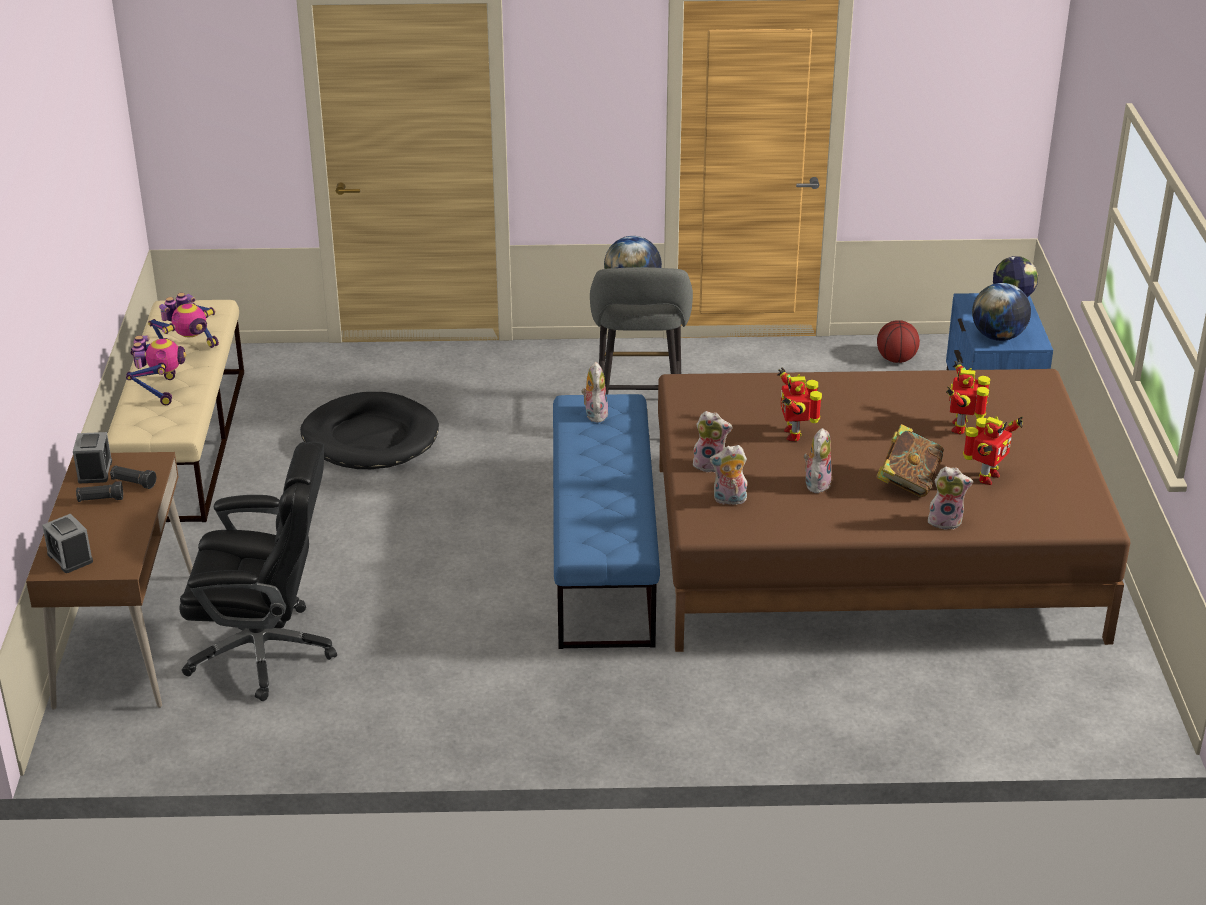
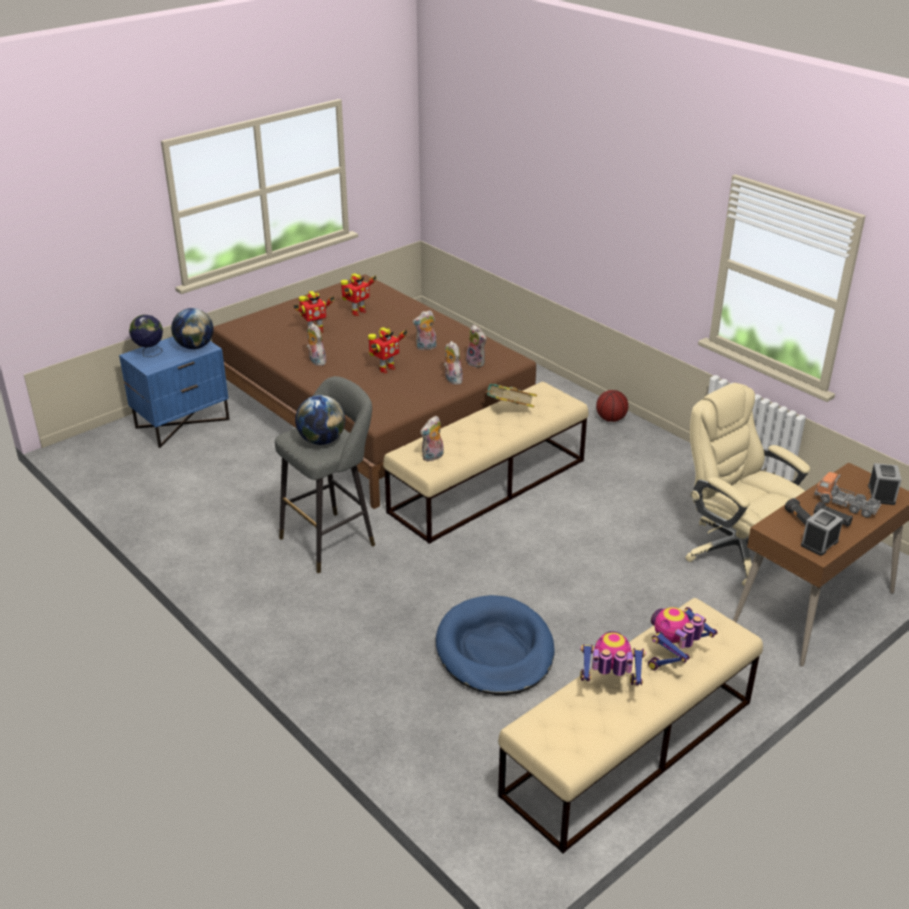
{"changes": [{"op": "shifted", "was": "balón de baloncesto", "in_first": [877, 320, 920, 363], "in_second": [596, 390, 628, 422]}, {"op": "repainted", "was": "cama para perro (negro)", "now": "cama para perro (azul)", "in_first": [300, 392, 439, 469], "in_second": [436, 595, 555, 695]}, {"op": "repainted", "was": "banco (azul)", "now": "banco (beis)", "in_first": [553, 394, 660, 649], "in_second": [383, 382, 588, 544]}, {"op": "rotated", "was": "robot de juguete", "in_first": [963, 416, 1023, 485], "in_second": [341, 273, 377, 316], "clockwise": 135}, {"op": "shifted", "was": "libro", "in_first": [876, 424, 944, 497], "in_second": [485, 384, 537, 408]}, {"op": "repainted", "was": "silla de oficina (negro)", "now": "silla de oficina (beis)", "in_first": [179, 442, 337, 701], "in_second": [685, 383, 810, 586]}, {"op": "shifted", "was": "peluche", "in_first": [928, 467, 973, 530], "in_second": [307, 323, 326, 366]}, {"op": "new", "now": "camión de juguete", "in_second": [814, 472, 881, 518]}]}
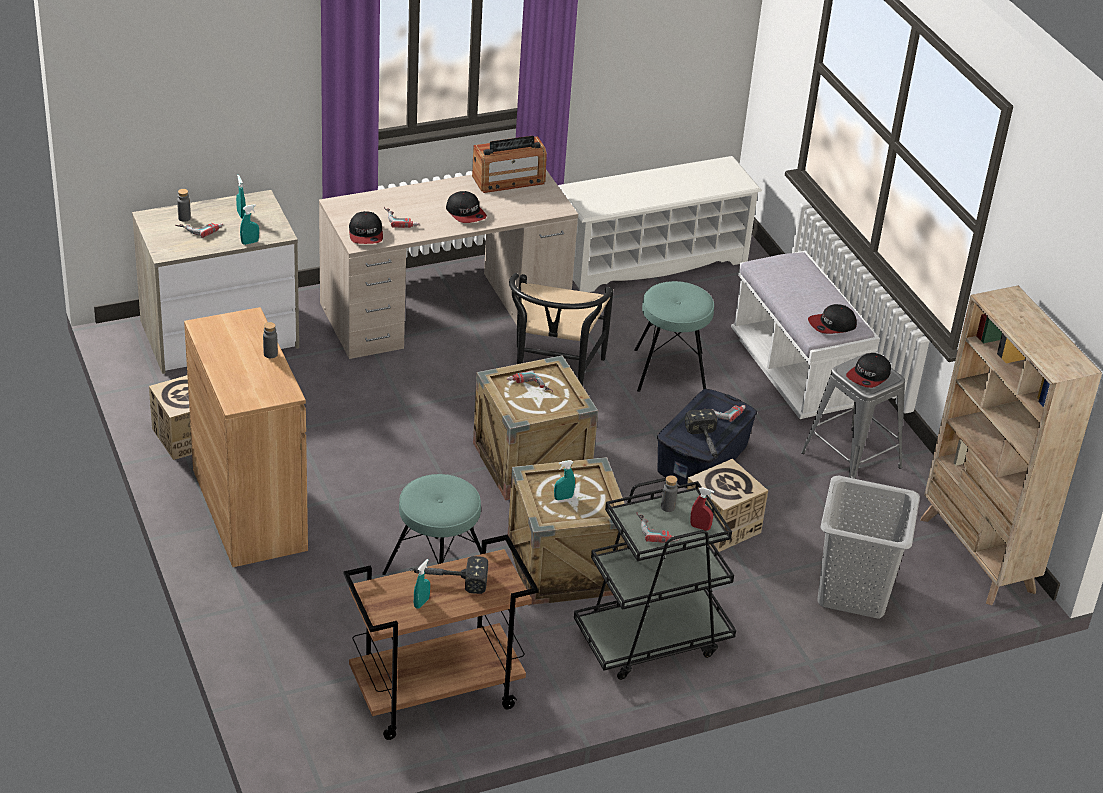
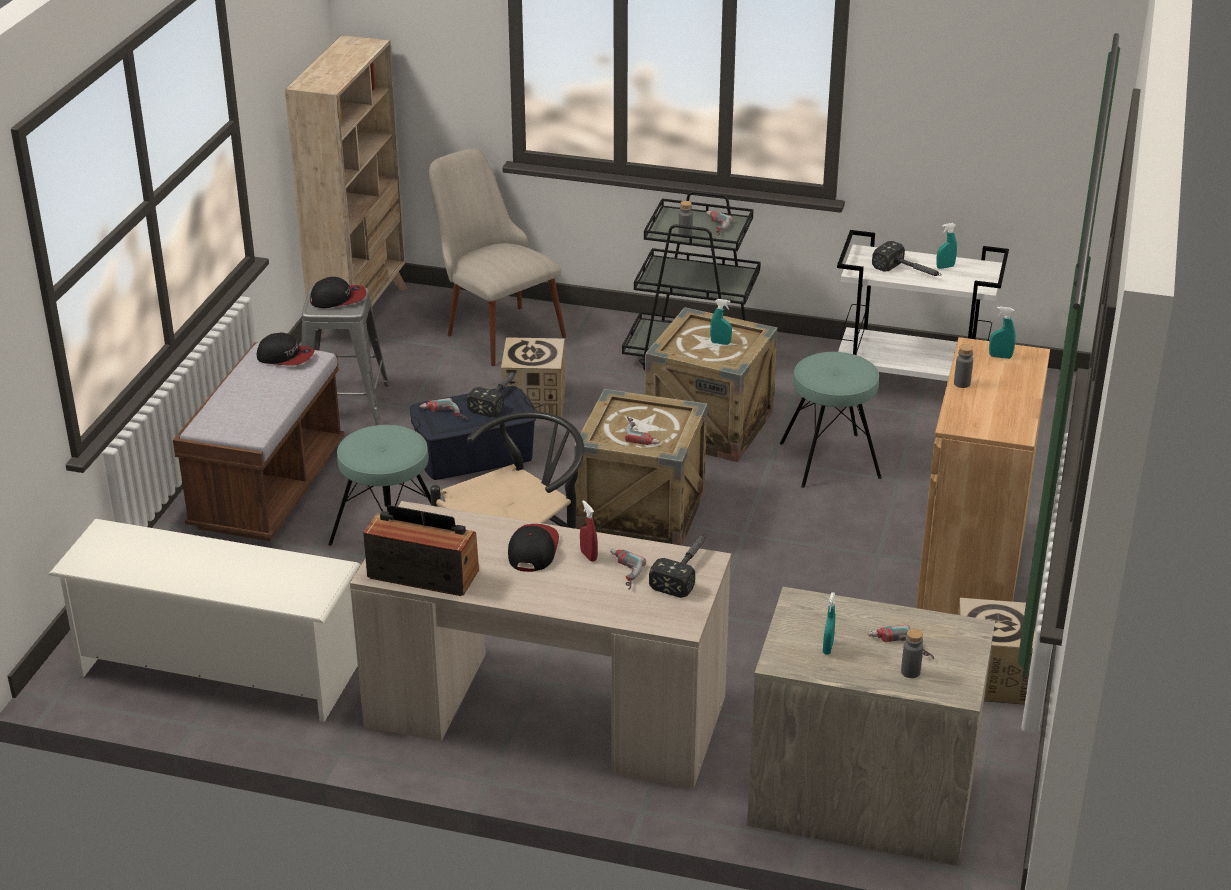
{"changes": [{"op": "shifted", "was": "pulverizador (turquesa)", "in_first": [240, 204, 259, 245], "in_second": [989, 307, 1016, 359]}, {"op": "swapped", "was": "gorra", "now": "martillo", "in_first": [349, 211, 383, 244], "in_second": [649, 535, 707, 598]}, {"op": "repainted", "was": "banco (blanco)", "now": "banco (marrón)", "in_first": [731, 251, 880, 419], "in_second": [173, 342, 345, 541]}, {"op": "swapped", "was": "cesto de la ropa (gris)", "now": "silla (beis)", "in_first": [817, 475, 920, 619], "in_second": [429, 149, 566, 366]}, {"op": "shifted", "was": "pulverizador (rojo)", "in_first": [690, 487, 714, 531], "in_second": [580, 500, 598, 562]}, {"op": "repainted", "was": "carrito (marrón)", "now": "carrito (blanco)", "in_first": [344, 534, 539, 740], "in_second": [837, 230, 1009, 381]}]}
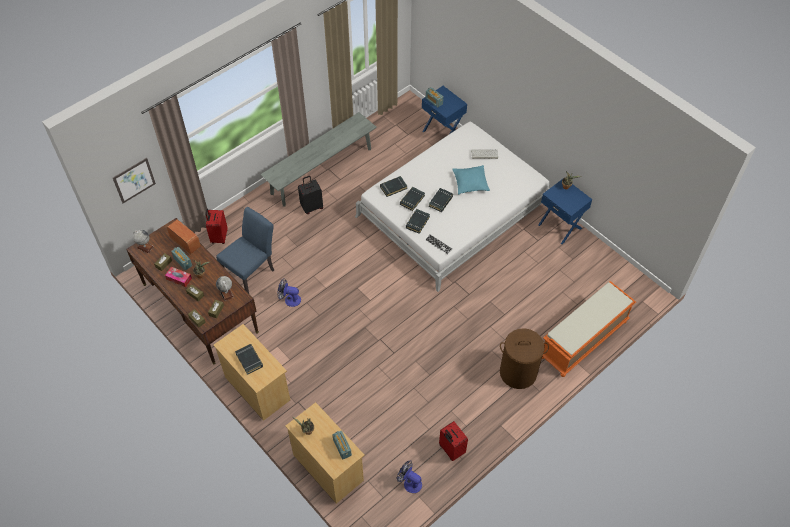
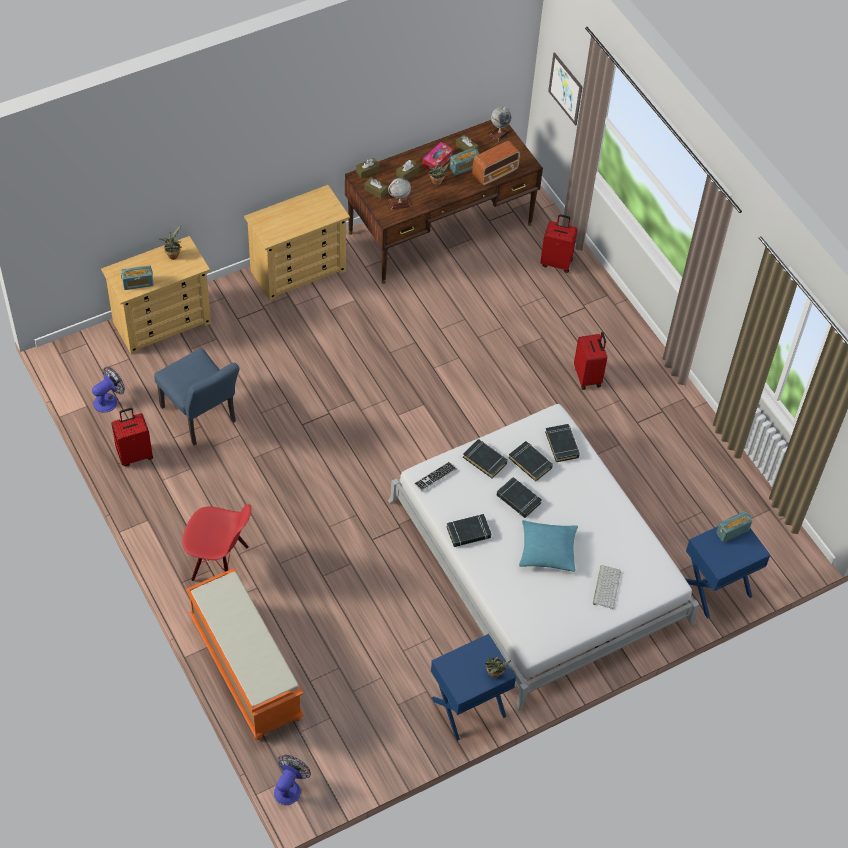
{"changes": [{"op": "gone", "was": "banco (gris)", "in_first": [260, 112, 377, 207]}, {"op": "repainted", "was": "maleta (negro)", "now": "maleta (rojo)", "in_first": [298, 176, 323, 214], "in_second": [574, 332, 607, 390]}, {"op": "shifted", "was": "silla (azul)", "in_first": [216, 207, 274, 293], "in_second": [154, 348, 240, 445]}, {"op": "shifted", "was": "ventilador", "in_first": [278, 278, 301, 307], "in_second": [274, 755, 311, 805]}, {"op": "swapped", "was": "cesto de la ropa (marrón)", "now": "silla (rojo)", "in_first": [500, 328, 549, 389], "in_second": [182, 504, 251, 581]}, {"op": "shifted", "was": "libro (negro)", "in_first": [235, 344, 263, 375], "in_second": [446, 514, 491, 547]}]}
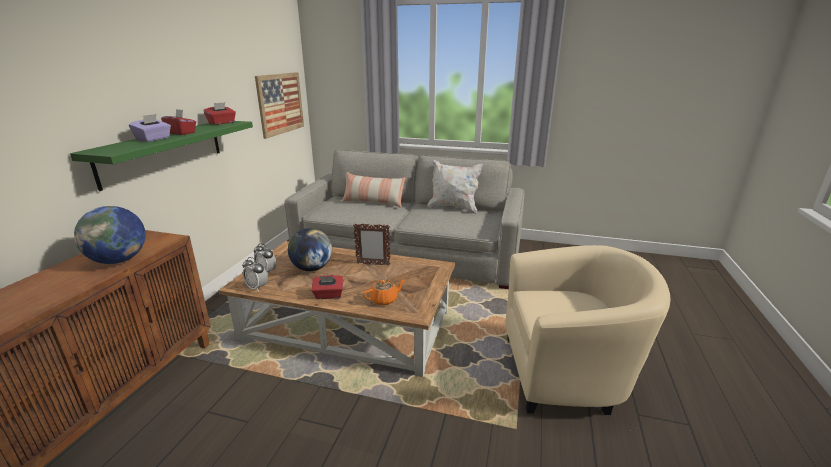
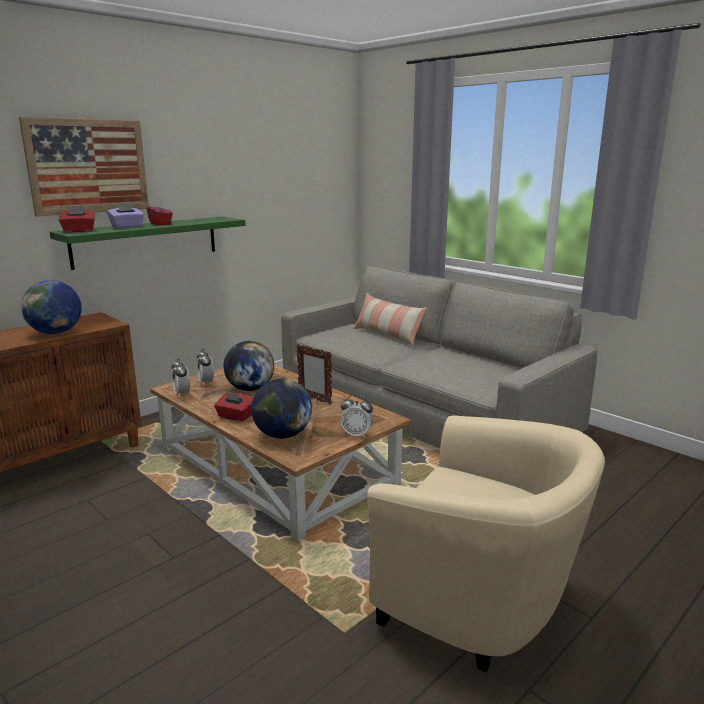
{"changes": [{"op": "shifted", "was": "cuadro", "in_first": [255, 72, 304, 139], "in_second": [19, 117, 149, 217]}, {"op": "shifted", "was": "caja de pañuelos (rojo)", "in_first": [204, 102, 236, 125], "in_second": [59, 206, 95, 233]}, {"op": "gone", "was": "cojín (blanco)", "in_first": [427, 160, 483, 214]}, {"op": "swapped", "was": "tetera (naranja)", "now": "globo terráqueo", "in_first": [363, 280, 405, 305], "in_second": [251, 378, 312, 439]}, {"op": "new", "now": "despertador", "in_second": [341, 395, 373, 438]}]}
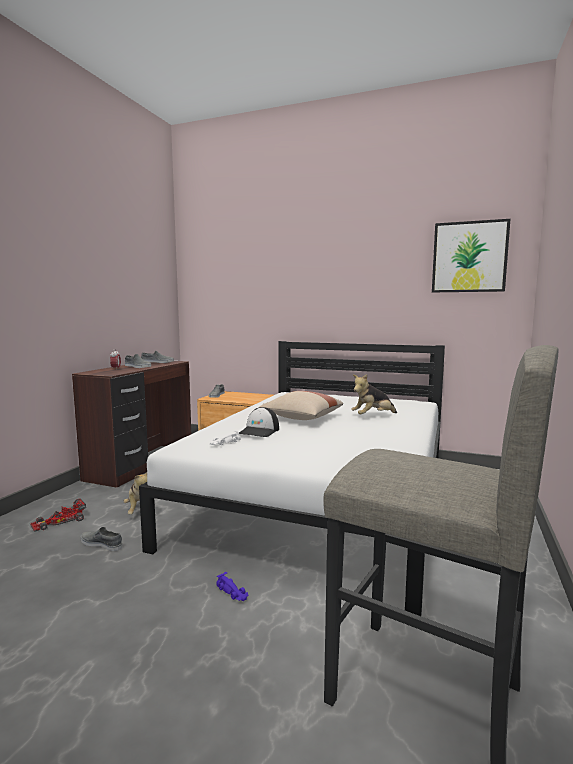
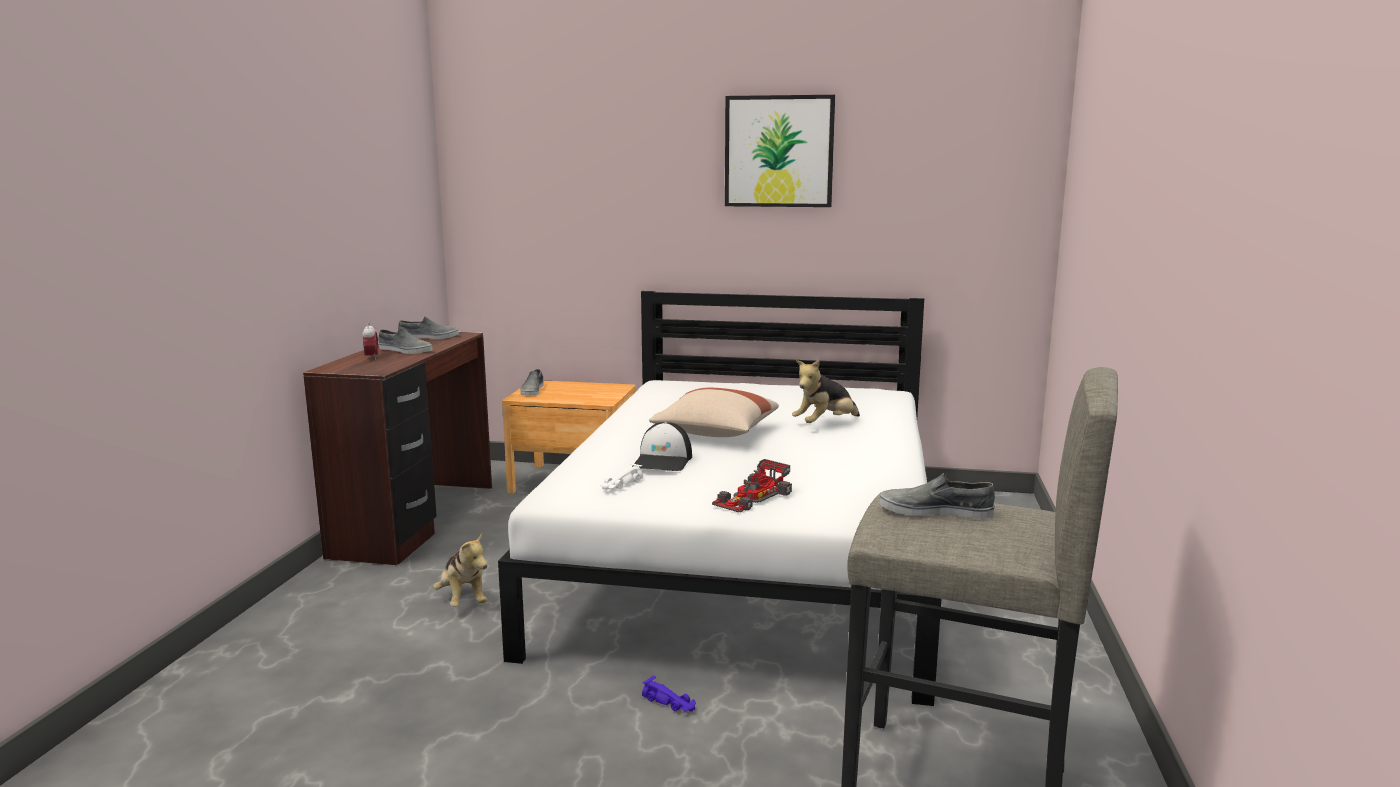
{"changes": [{"op": "shifted", "was": "cuadro", "in_first": [432, 219, 510, 292], "in_second": [725, 95, 835, 207]}, {"op": "shifted", "was": "coche de juguete", "in_first": [30, 498, 86, 532], "in_second": [712, 459, 792, 512]}, {"op": "shifted", "was": "zapato (gris)", "in_first": [81, 527, 122, 551], "in_second": [880, 473, 995, 519]}]}
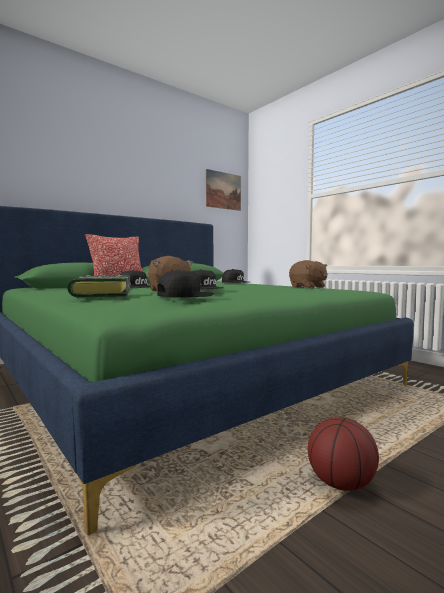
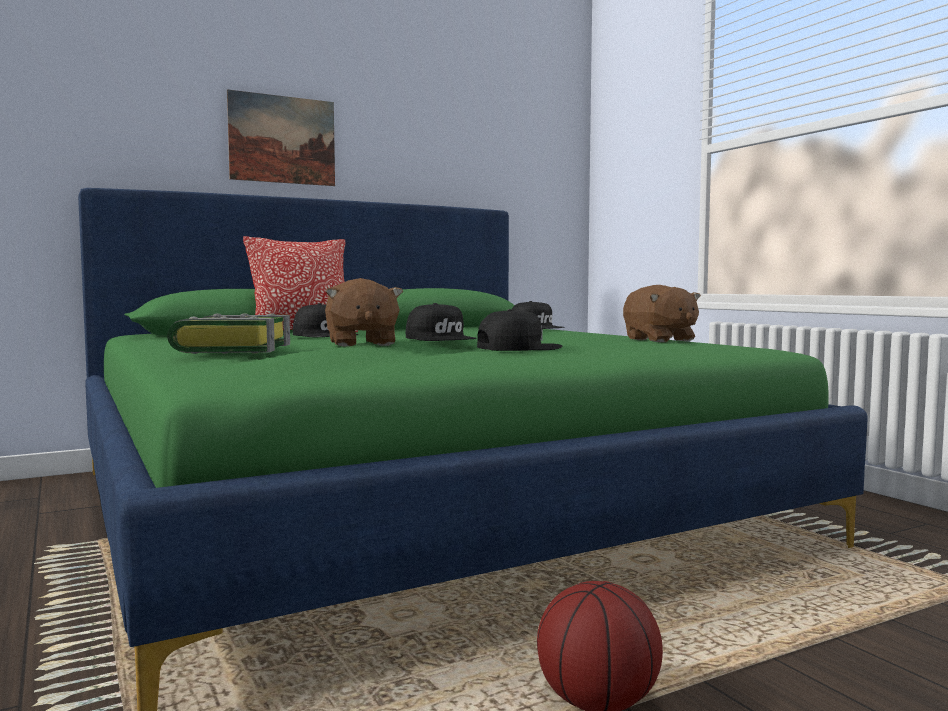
{"changes": [{"op": "shifted", "was": "cuadro", "in_first": [206, 169, 241, 211], "in_second": [227, 89, 335, 186]}, {"op": "shifted", "was": "gorra (negro)", "in_first": [157, 269, 214, 298], "in_second": [477, 309, 563, 351]}]}
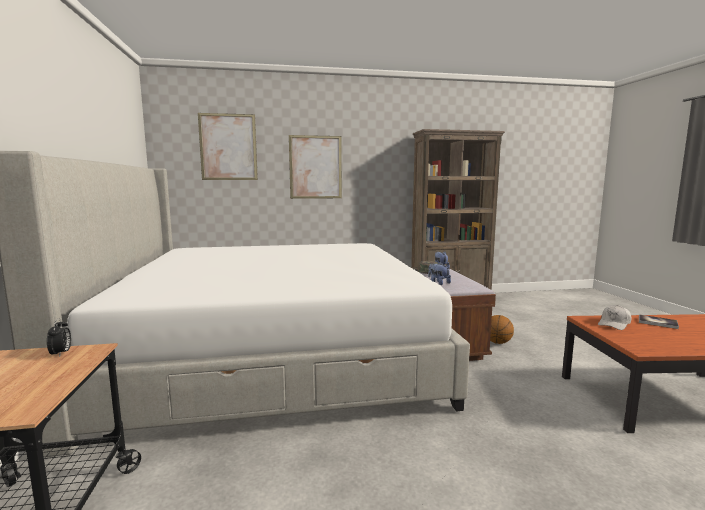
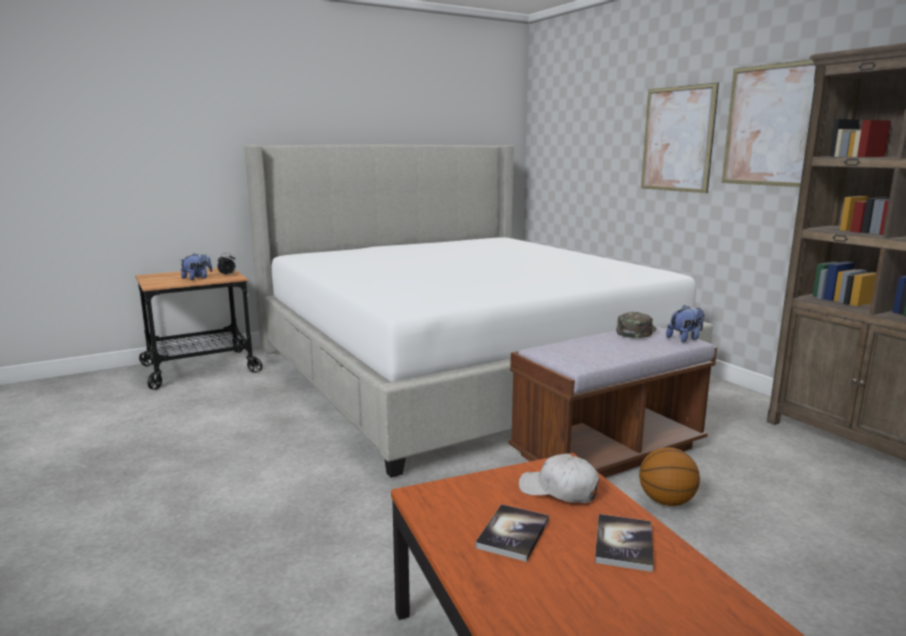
{"changes": [{"op": "shifted", "was": "cuadro", "in_first": [198, 113, 258, 180], "in_second": [722, 60, 816, 187]}, {"op": "shifted", "was": "peluche", "in_first": [428, 262, 451, 285], "in_second": [180, 253, 212, 280]}, {"op": "new", "now": "libro", "in_second": [475, 504, 549, 562]}]}
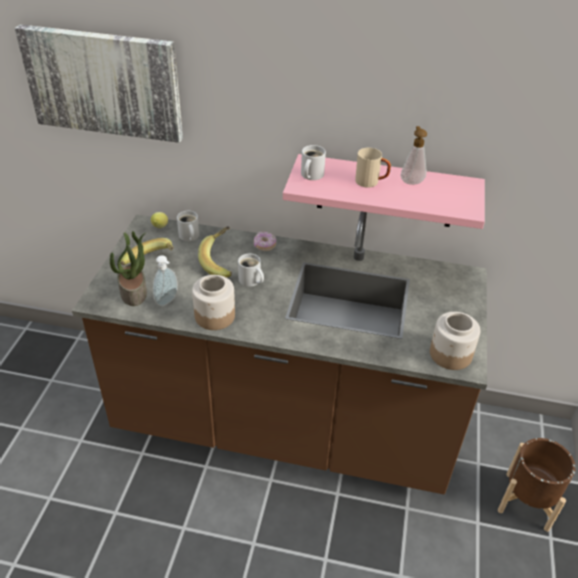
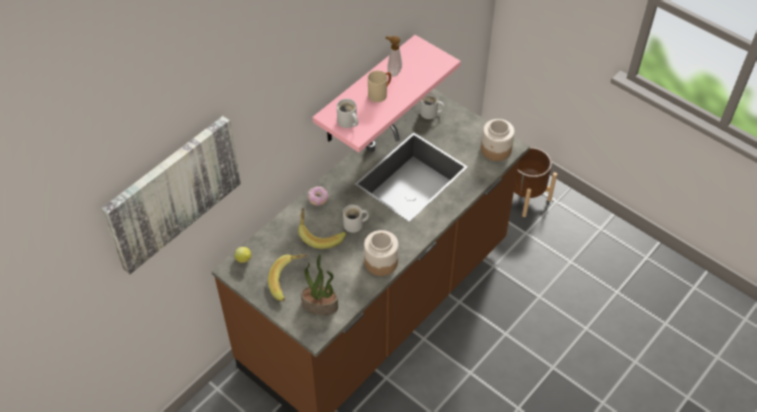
{"changes": [{"op": "shifted", "was": "taza grande (blanco)", "in_first": [177, 211, 199, 241], "in_second": [420, 93, 444, 119]}, {"op": "gone", "was": "dispensador de jabón", "in_first": [153, 255, 178, 306]}]}
